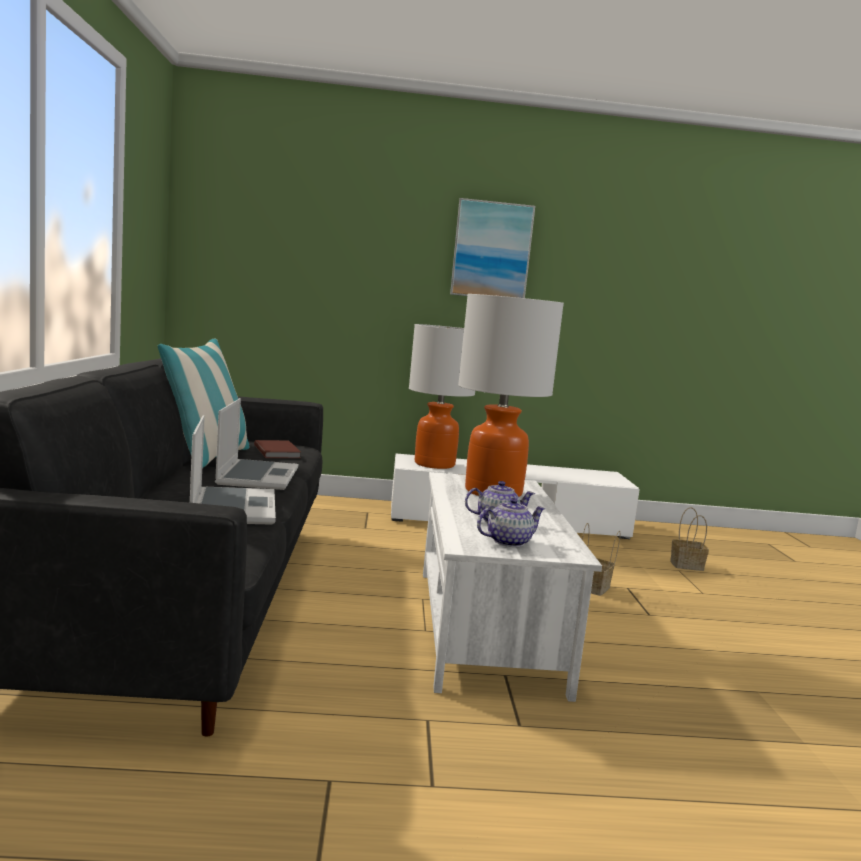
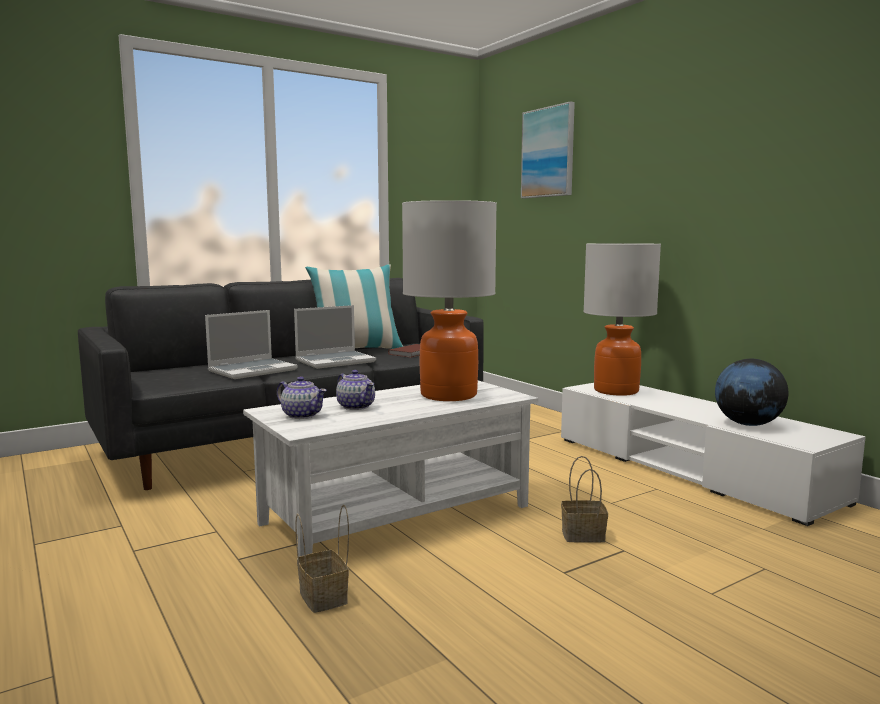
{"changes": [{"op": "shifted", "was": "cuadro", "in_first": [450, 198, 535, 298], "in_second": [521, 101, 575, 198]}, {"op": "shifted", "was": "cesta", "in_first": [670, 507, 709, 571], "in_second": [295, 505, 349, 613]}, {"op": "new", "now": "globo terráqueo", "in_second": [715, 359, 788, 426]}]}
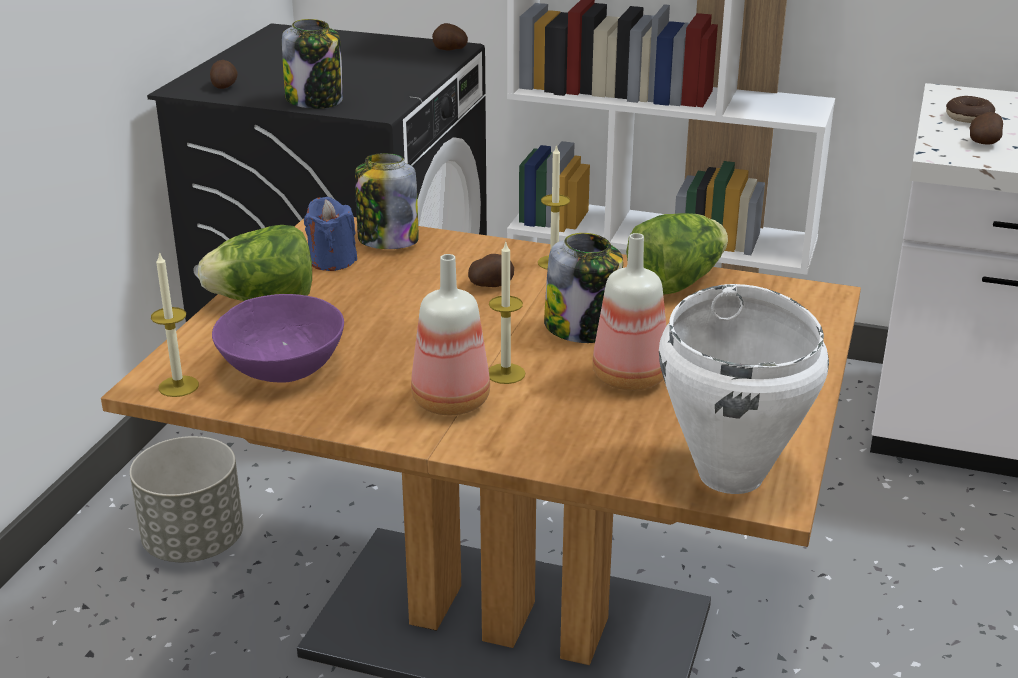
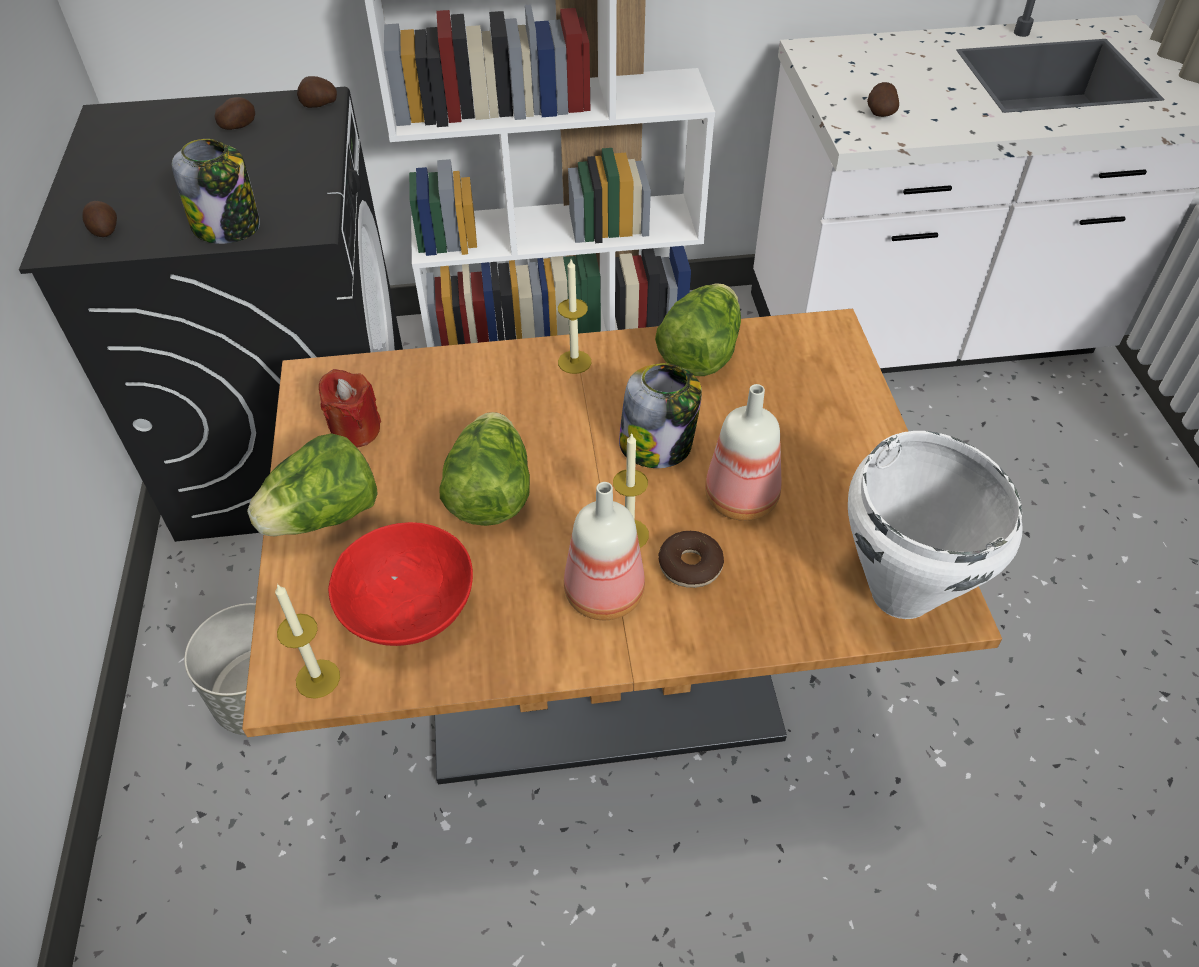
{"changes": [{"op": "shifted", "was": "rosquilla", "in_first": [946, 96, 995, 123], "in_second": [658, 531, 724, 588]}, {"op": "gone", "was": "tarro", "in_first": [355, 153, 419, 249]}, {"op": "repainted", "was": "vela (azul)", "now": "vela (rojo)", "in_first": [304, 197, 357, 271], "in_second": [319, 369, 381, 448]}, {"op": "shifted", "was": "patata", "in_first": [468, 254, 514, 287], "in_second": [215, 97, 255, 130]}, {"op": "repainted", "was": "cuenco (morado)", "now": "cuenco (rojo)", "in_first": [212, 294, 344, 383], "in_second": [328, 522, 473, 646]}, {"op": "new", "now": "lechuga", "in_second": [440, 412, 530, 526]}]}
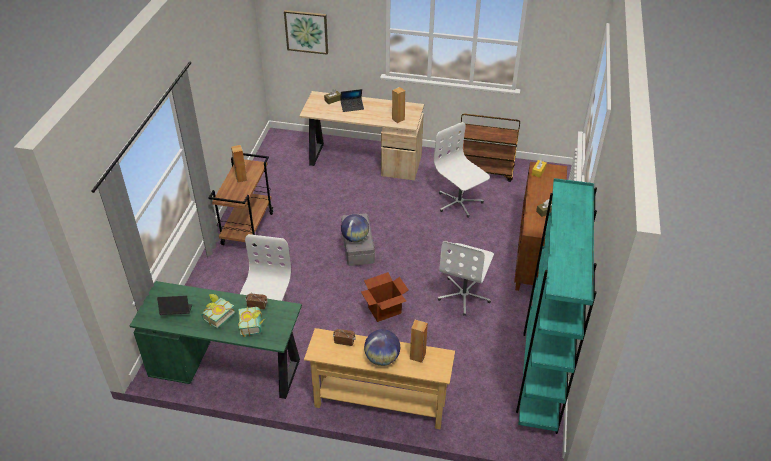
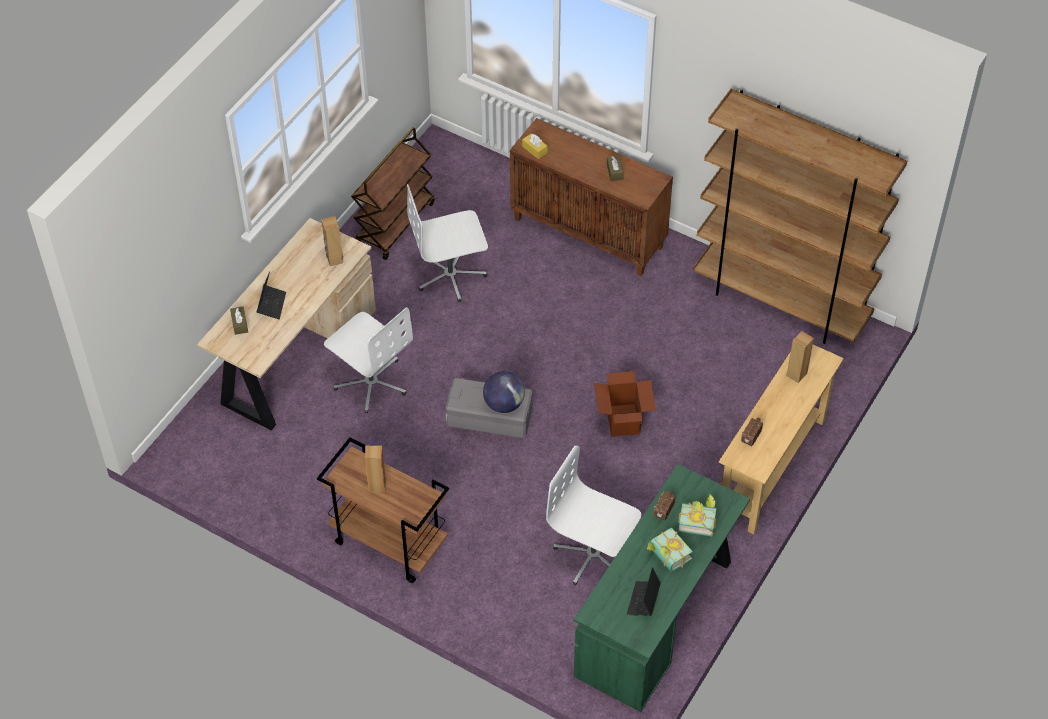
{"changes": [{"op": "gone", "was": "cuadro", "in_first": [284, 10, 328, 55]}, {"op": "repainted", "was": "estantería (turquesa)", "now": "estantería (marrón)", "in_first": [516, 178, 597, 434], "in_second": [693, 89, 907, 344]}, {"op": "shifted", "was": "silla de oficina (blanco)", "in_first": [438, 241, 494, 315], "in_second": [324, 307, 413, 413]}, {"op": "gone", "was": "globo terráqueo", "in_first": [364, 329, 400, 366]}]}
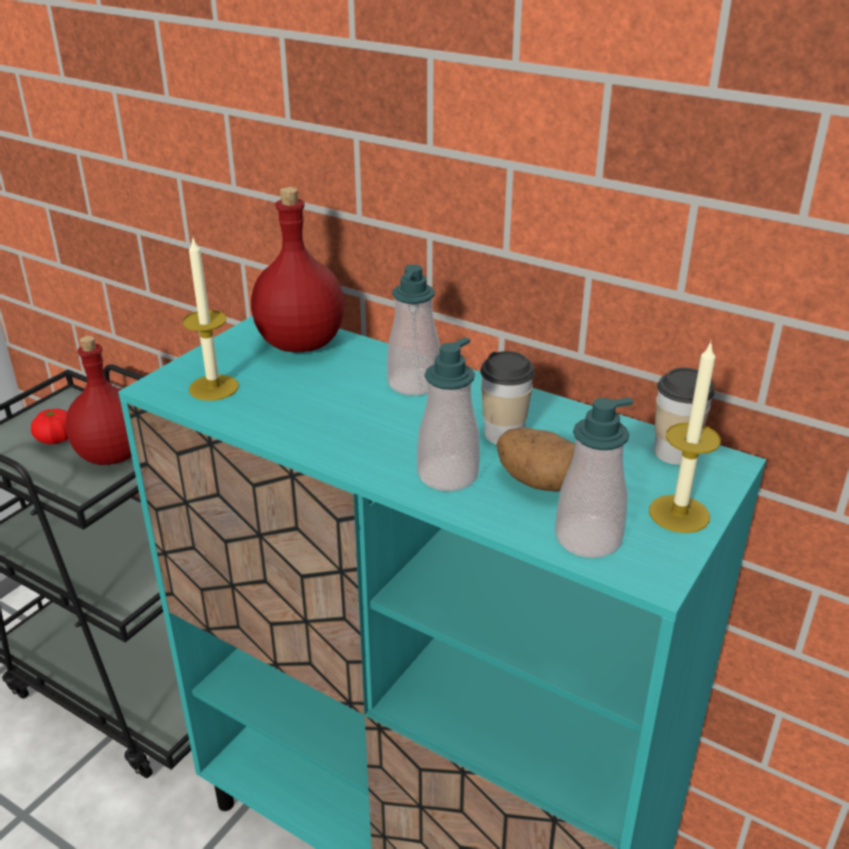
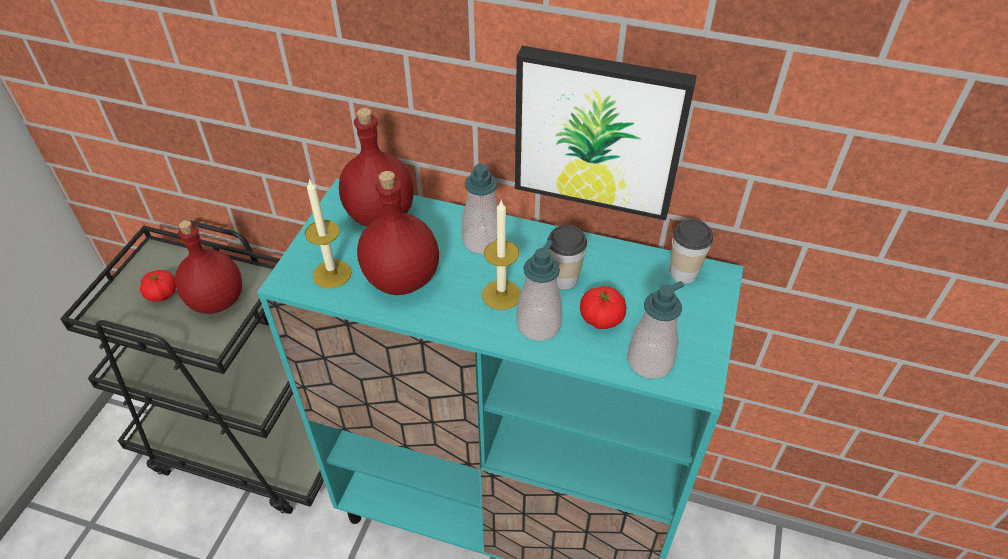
{"changes": [{"op": "shifted", "was": "vela", "in_first": [649, 341, 721, 533], "in_second": [482, 199, 521, 310]}, {"op": "swapped", "was": "patata", "now": "tomate", "in_first": [496, 427, 575, 492], "in_second": [580, 286, 626, 329]}, {"op": "new", "now": "cuadro", "in_second": [515, 46, 697, 220]}, {"op": "new", "now": "botella (rojo)", "in_second": [357, 171, 439, 295]}]}
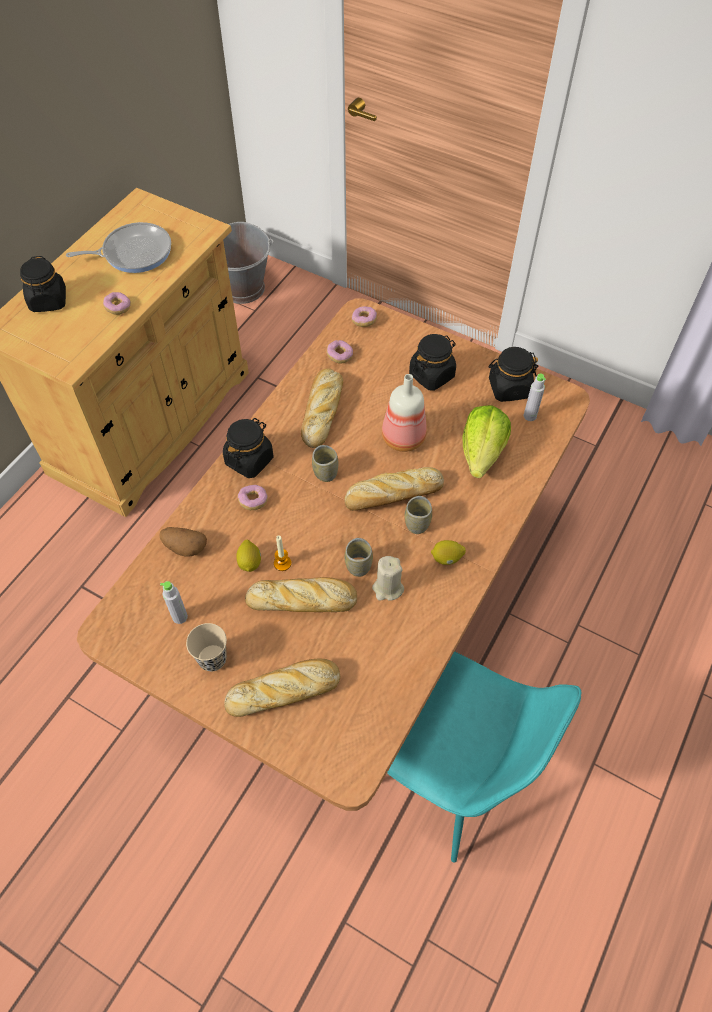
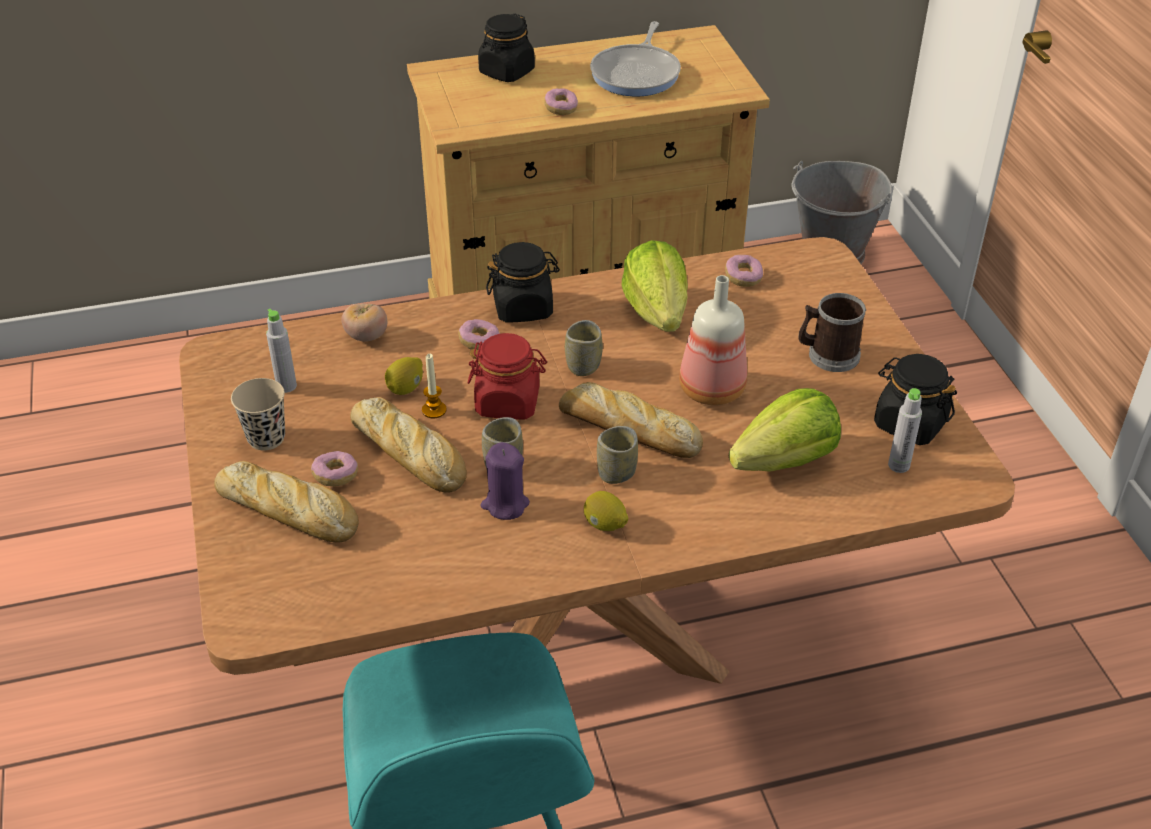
{"changes": [{"op": "rotated", "was": "sartén", "in_first": [66, 222, 171, 273], "in_second": [590, 21, 681, 96], "clockwise": 75}, {"op": "shifted", "was": "rosquilla", "in_first": [352, 306, 377, 327], "in_second": [311, 451, 358, 486]}, {"op": "swapped", "was": "tarro (negro)", "now": "taza grande", "in_first": [409, 334, 456, 391], "in_second": [798, 293, 866, 372]}, {"op": "swapped", "was": "pan", "now": "lechuga", "in_first": [301, 368, 343, 448], "in_second": [622, 240, 688, 332]}, {"op": "swapped", "was": "patata", "now": "tomate", "in_first": [159, 527, 207, 557], "in_second": [341, 304, 387, 342]}, {"op": "repainted", "was": "vela (beis)", "now": "vela (morado)", "in_first": [372, 556, 404, 601], "in_second": [480, 442, 530, 520]}, {"op": "new", "now": "tarro (rojo)", "in_second": [467, 333, 547, 420]}]}
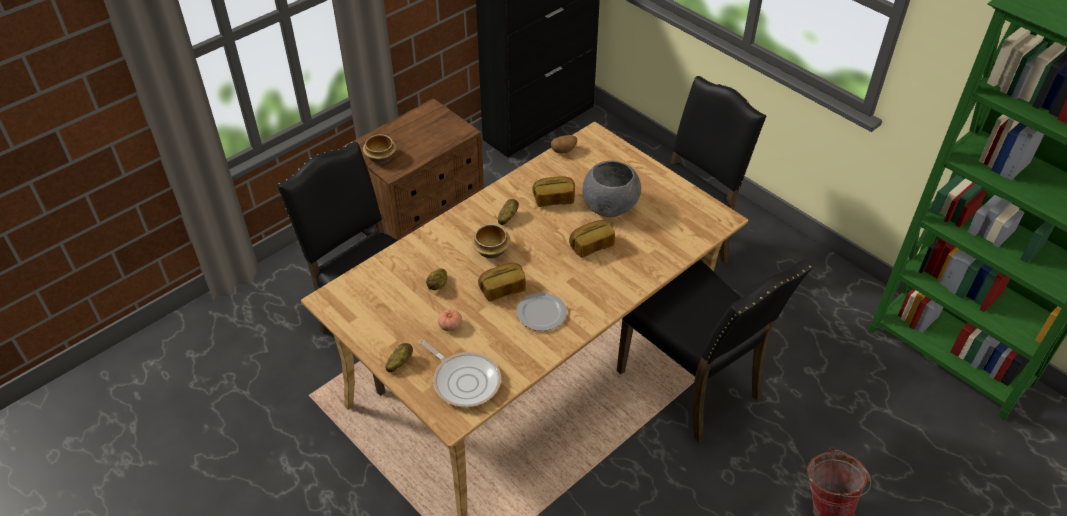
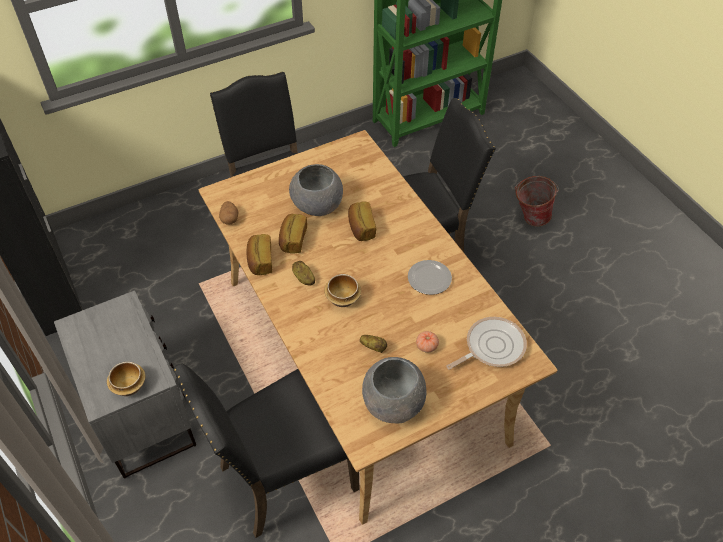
{"changes": [{"op": "repainted", "was": "mesita de noche (marrón)", "now": "mesita de noche (gris)", "in_first": [343, 98, 484, 240], "in_second": [54, 290, 196, 478]}, {"op": "shifted", "was": "pan", "in_first": [478, 263, 526, 302], "in_second": [246, 234, 272, 275]}, {"op": "gone", "was": "patata", "in_first": [385, 343, 413, 372]}, {"op": "new", "now": "cuenco (gris)", "in_second": [362, 357, 426, 423]}]}
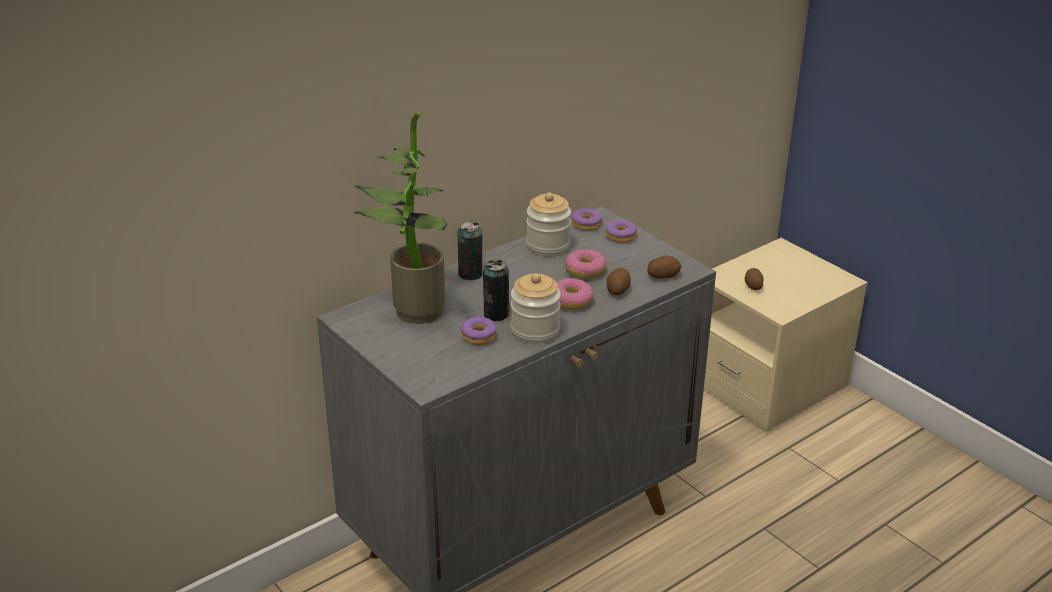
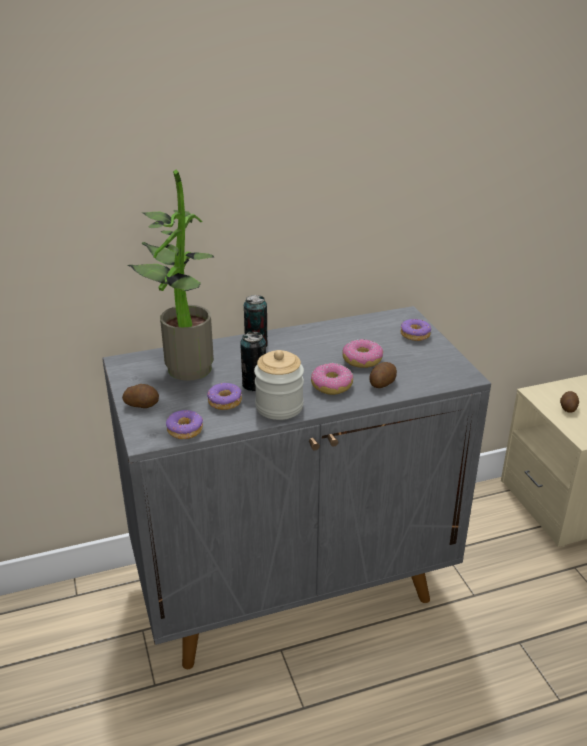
{"changes": [{"op": "gone", "was": "tarro", "in_first": [526, 193, 571, 256]}, {"op": "shifted", "was": "rosquilla", "in_first": [572, 208, 602, 231], "in_second": [166, 410, 203, 439]}, {"op": "shifted", "was": "patata", "in_first": [647, 256, 681, 279], "in_second": [122, 384, 159, 408]}]}
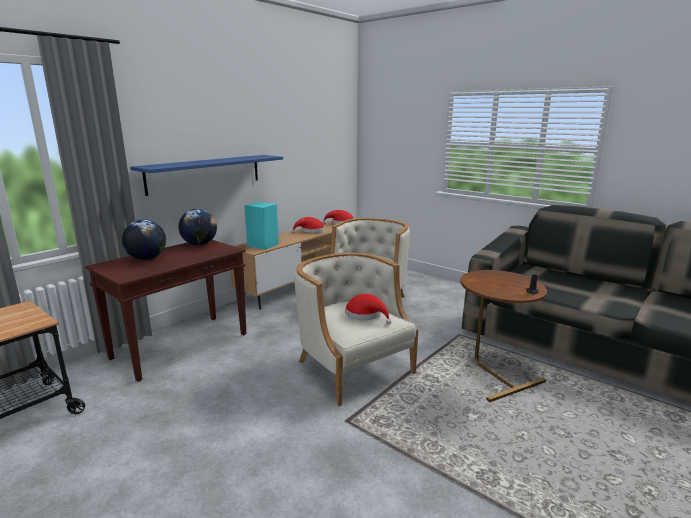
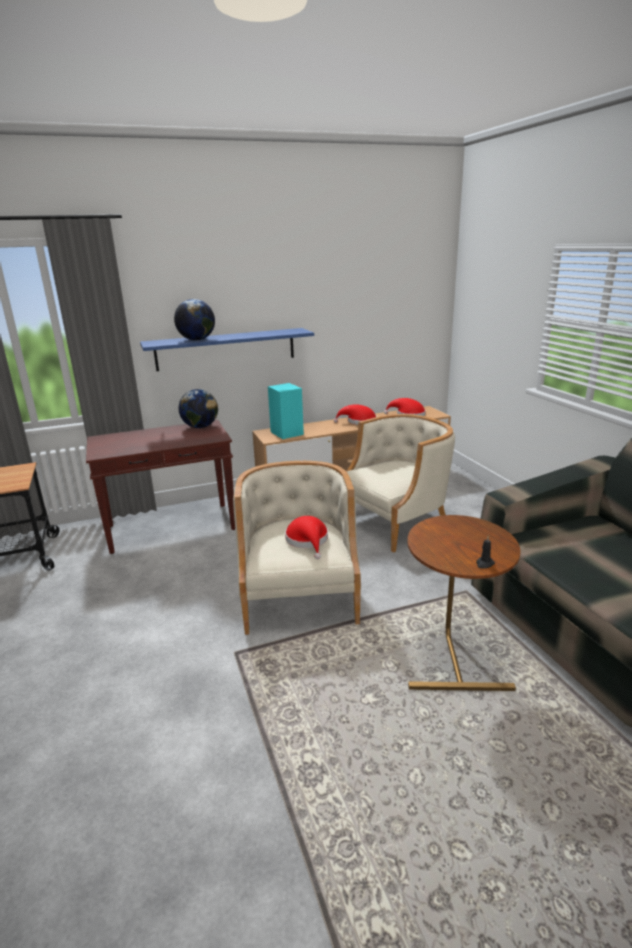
{"changes": [{"op": "shifted", "was": "globo terráqueo", "in_first": [122, 220, 166, 260], "in_second": [174, 299, 215, 341]}]}
